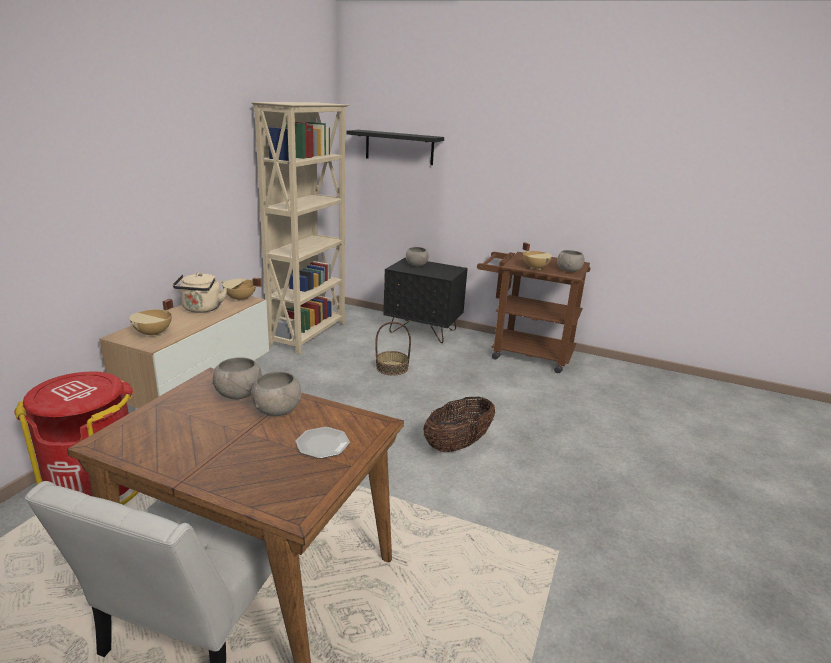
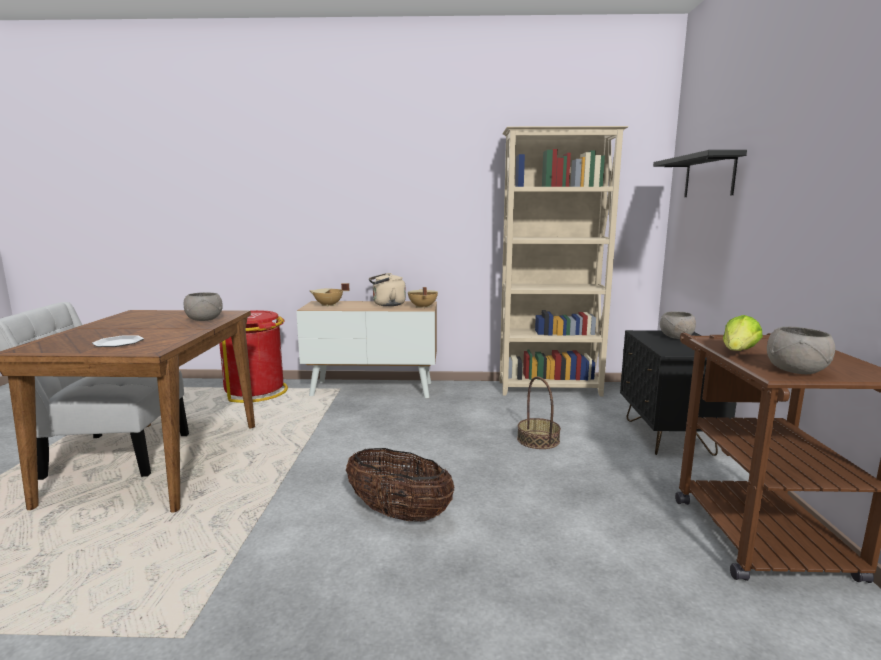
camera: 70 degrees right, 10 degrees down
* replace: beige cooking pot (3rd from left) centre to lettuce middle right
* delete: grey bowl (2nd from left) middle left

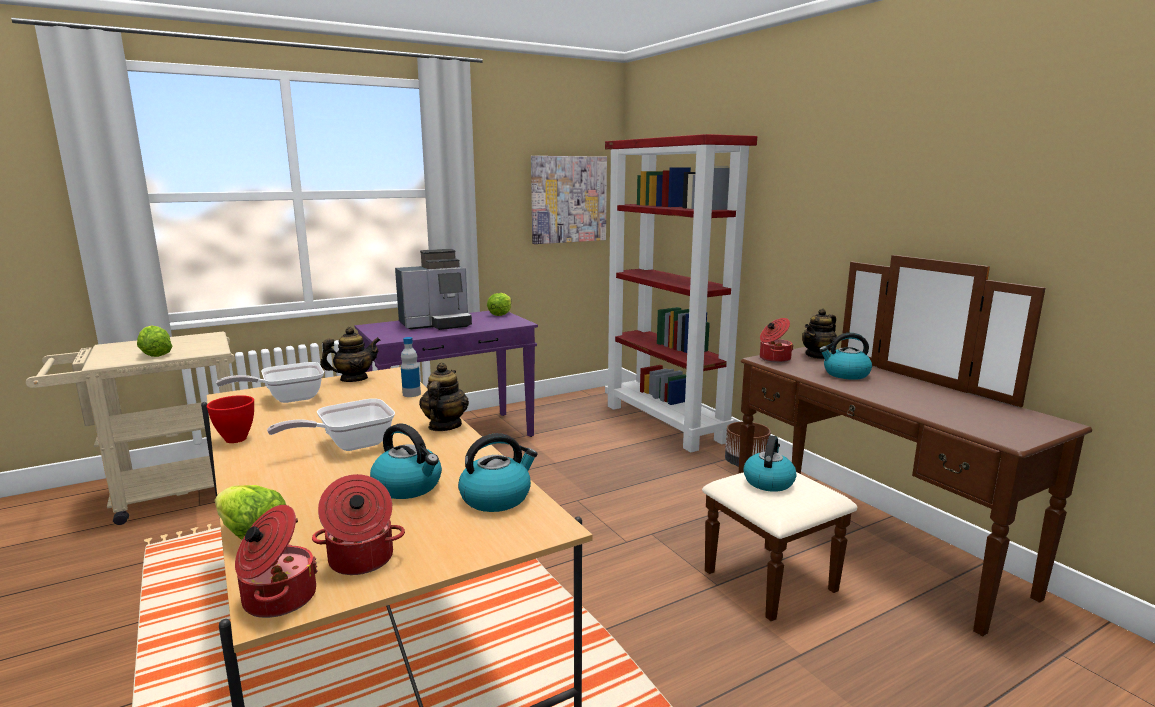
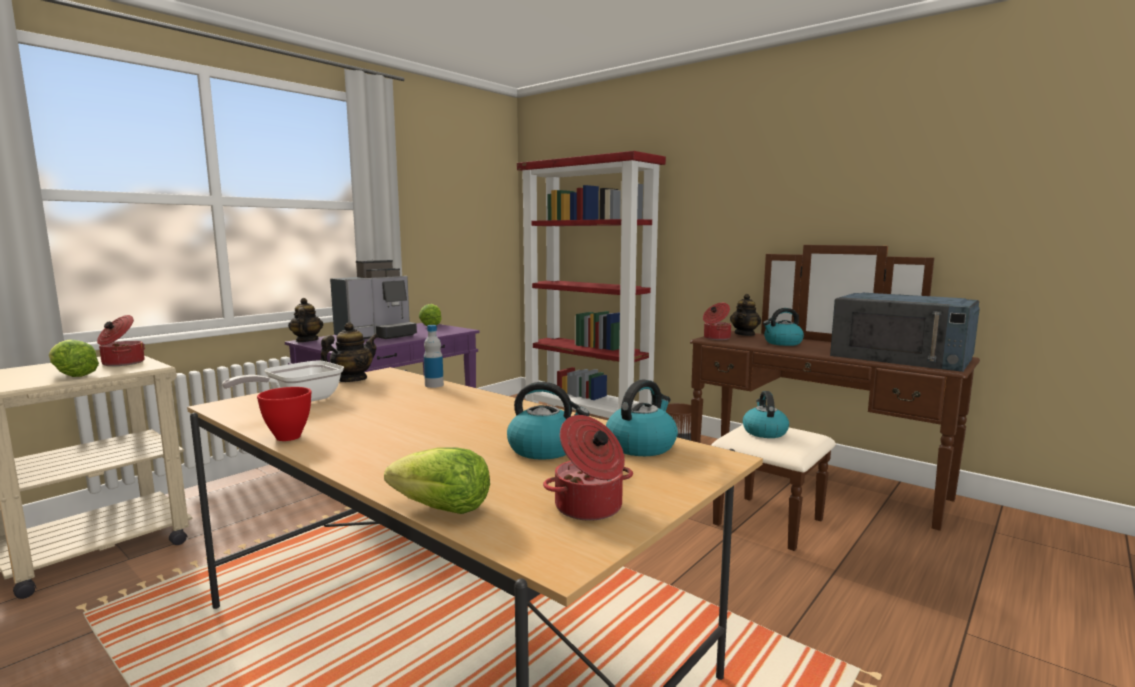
camera: 20 degrees left, 5 degrees down
* move: cooking pot (1st from left) bottom left to middle left
* move: teapot (2nd from left in the first image) centre to teapot (1st from left) middle left
* insert: blue microwave middle right
* delete: frying pan (2nd from left) middle left
* delete: picture top centre

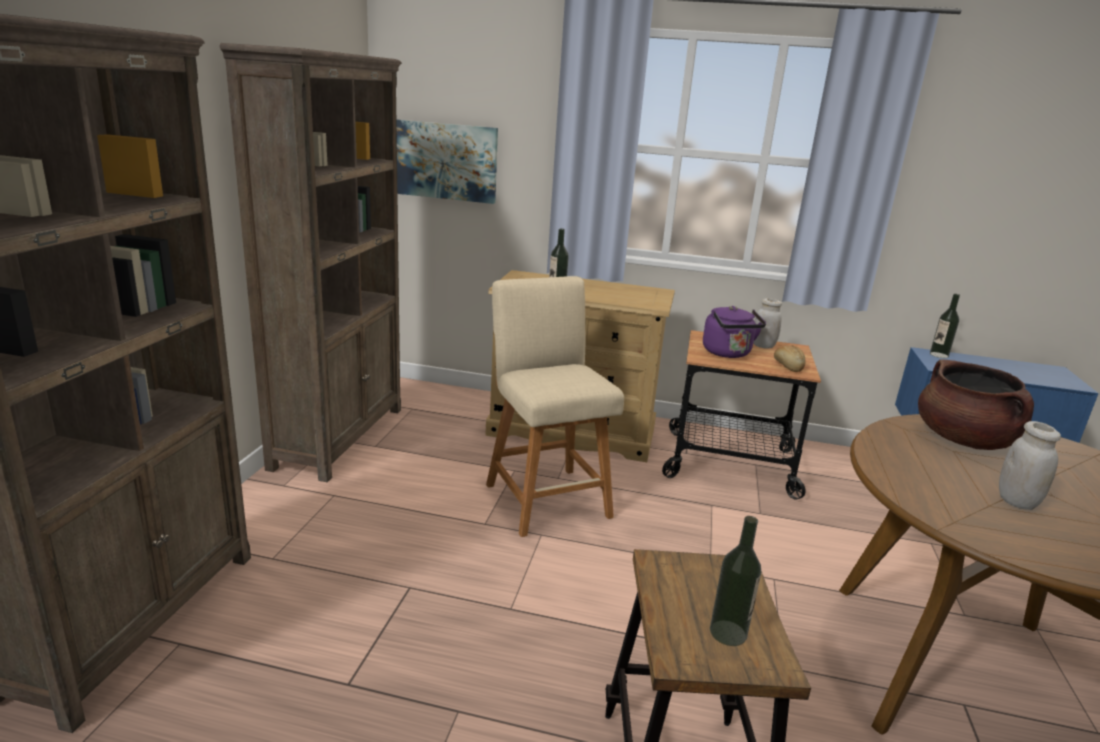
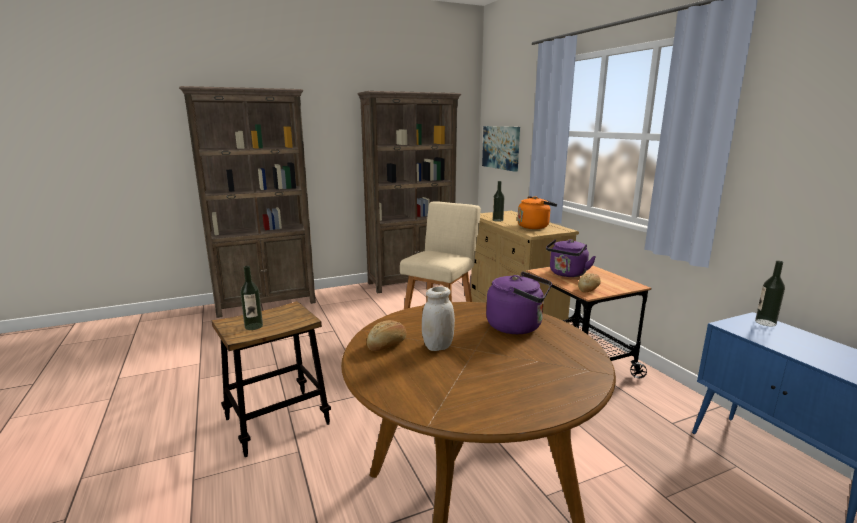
camera: 55 degrees right, 5 degrees down
* insert: bread (1st from left) centre
* replace: brown cooking pot middle right to purple kettle (1st from left) centre
* insert: orange kettle centre
* delete: white jar (1st from left) middle right

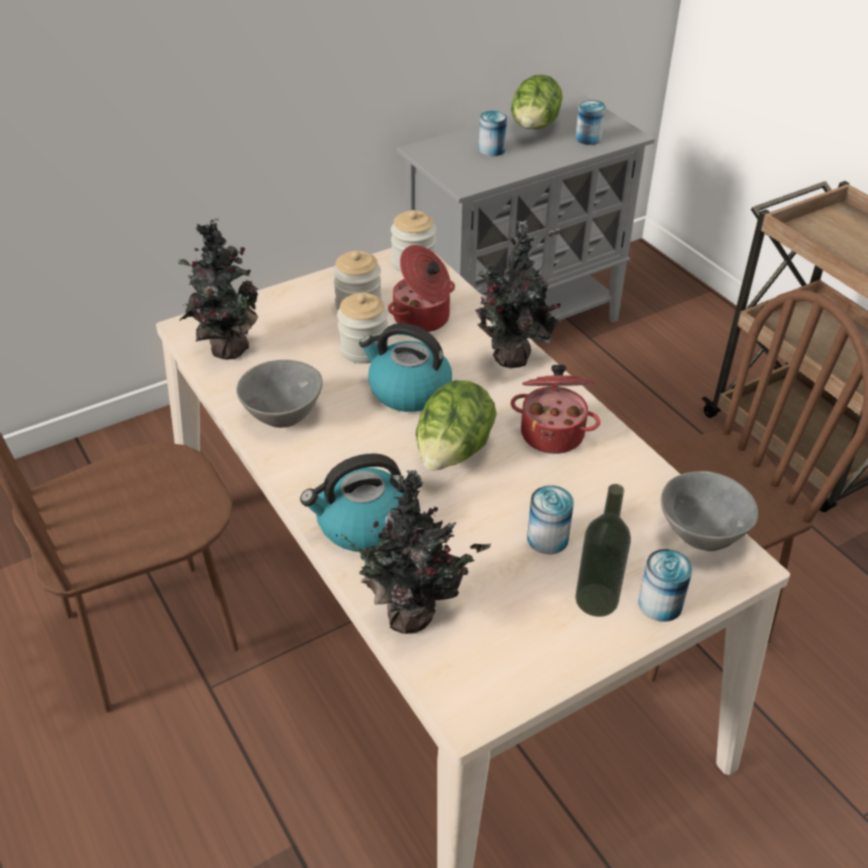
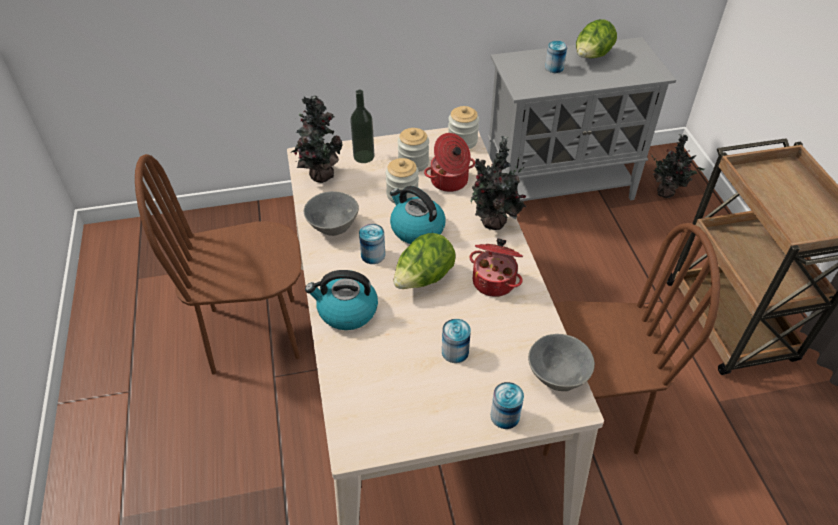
camera: 20 degrees right, 5 degrees up
* move: bottle middle right to top centre
* move: can (3rd from left in the first image) top right to can (1st from left) centre
* move: potted plant (2nd from left in the first image) centre to potted plant (3rd from left) top right

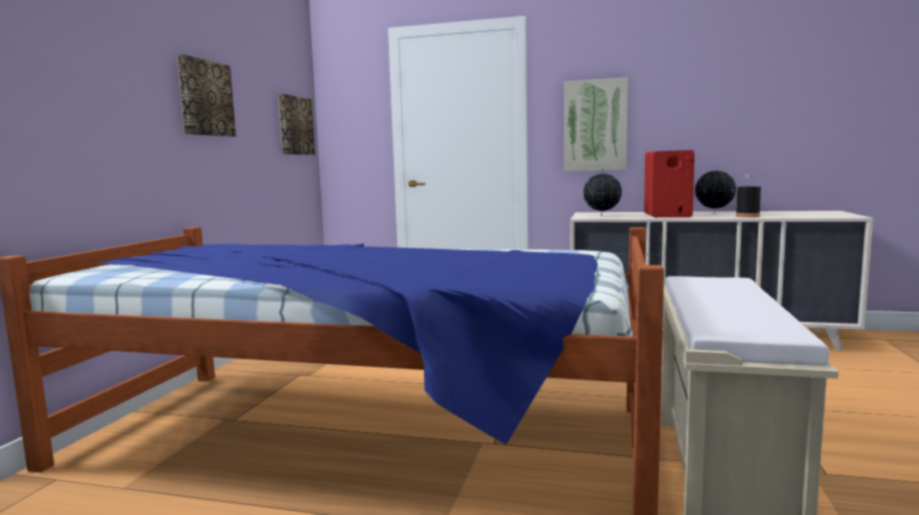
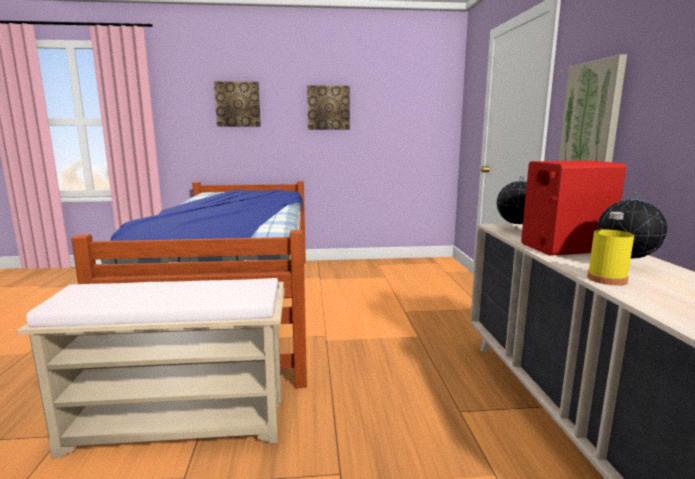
camera: 70 degrees right, 5 degrees up
* move: picture (2nd from left in the first image) top left to picture (1st from left) top centre
* recolor: black bottle middle right to yellow bottle middle right

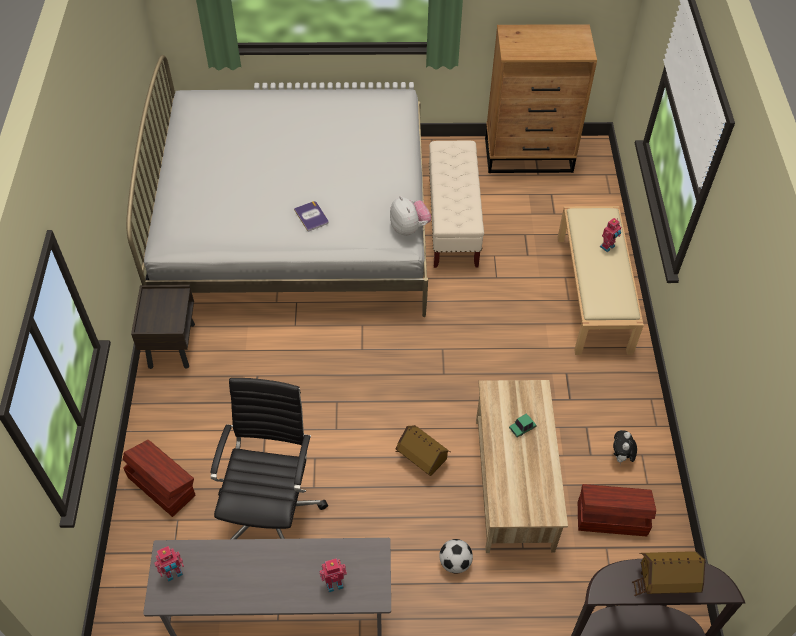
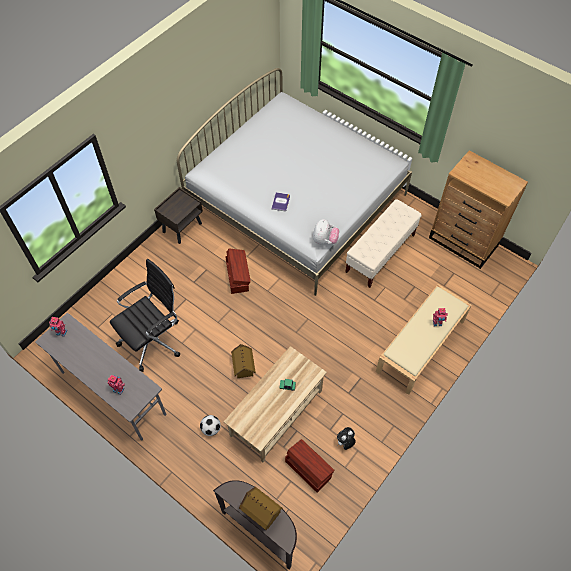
camera: 40 degrees right, 5 degrees up
* move: brown storage box (1st from left) bottom left to centre

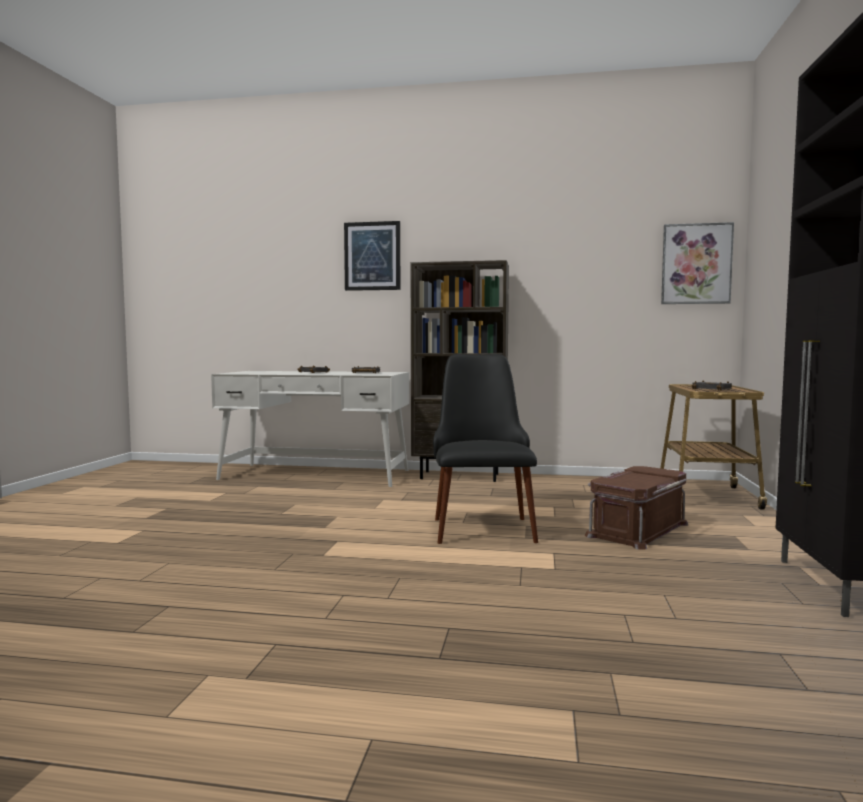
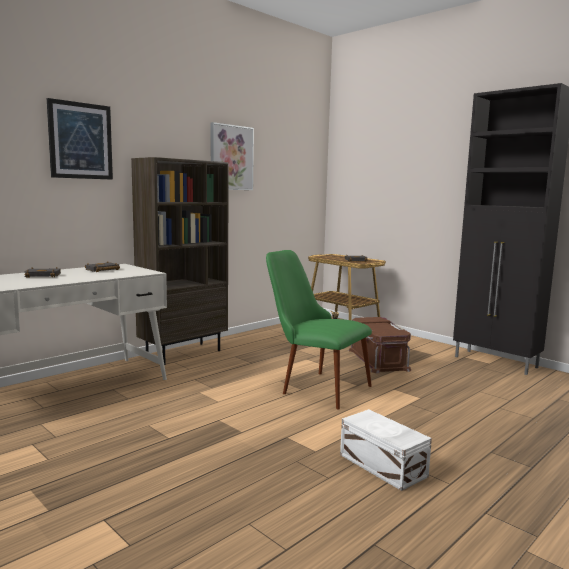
camera: 55 degrees left, 5 degrees up
* move: picture (2nd from left) top right to top centre
* recolor: black chair centre to green chair centre
* insert: white storage box bottom right

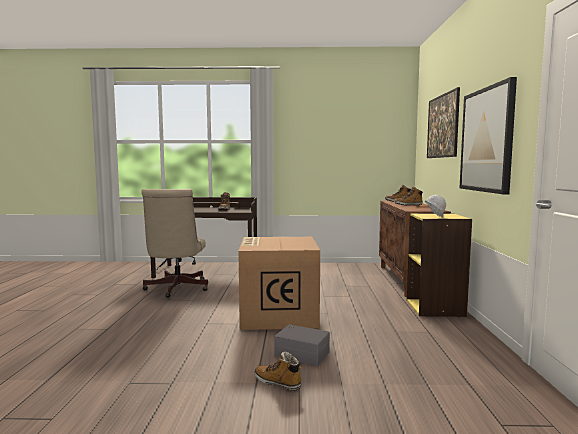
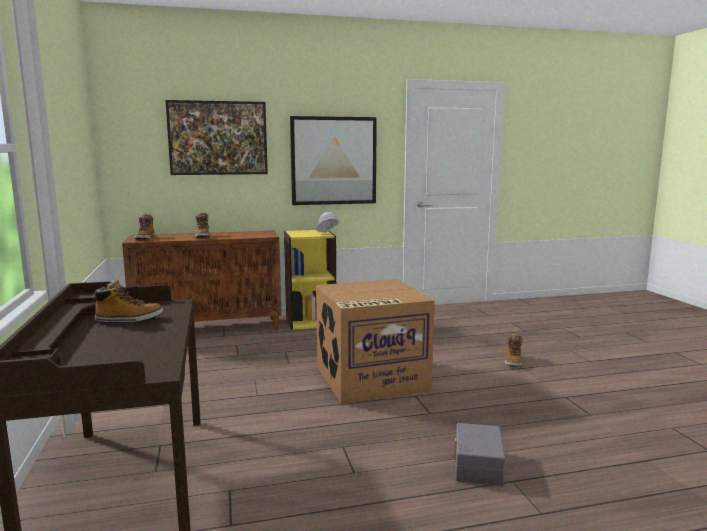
camera: 105 degrees left, 5 degrees up
* move: grey storage box bottom centre to bottom right
* delete: beige office chair middle left

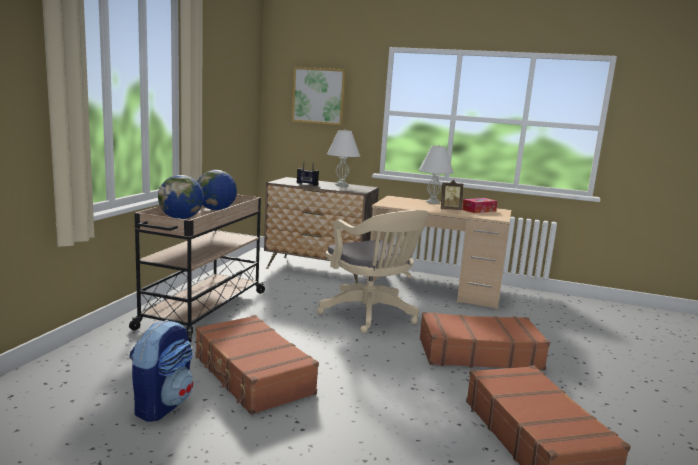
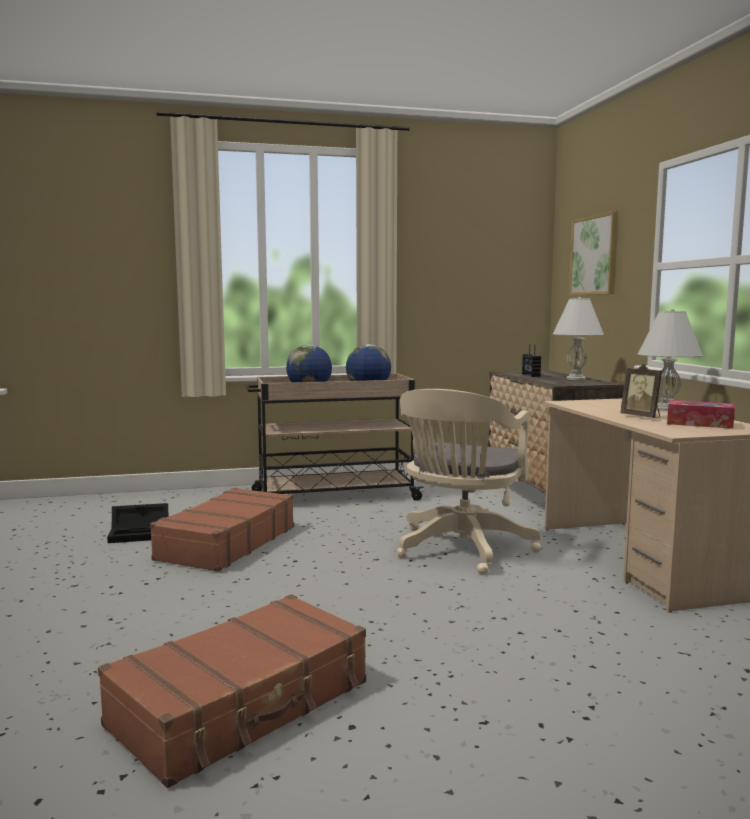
camera: 60 degrees right, 5 degrees down
* replace: backpack bottom left to black storage box middle left
* delete: brown suitcase (2nd from left) bottom right

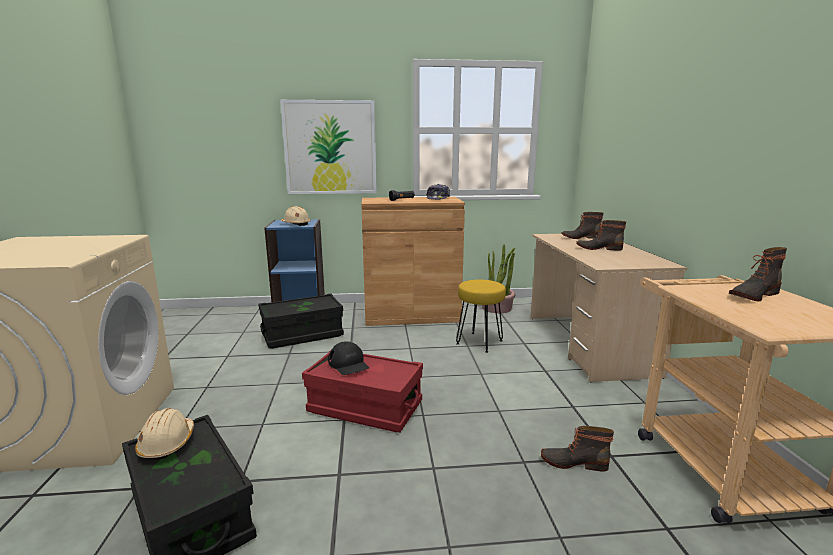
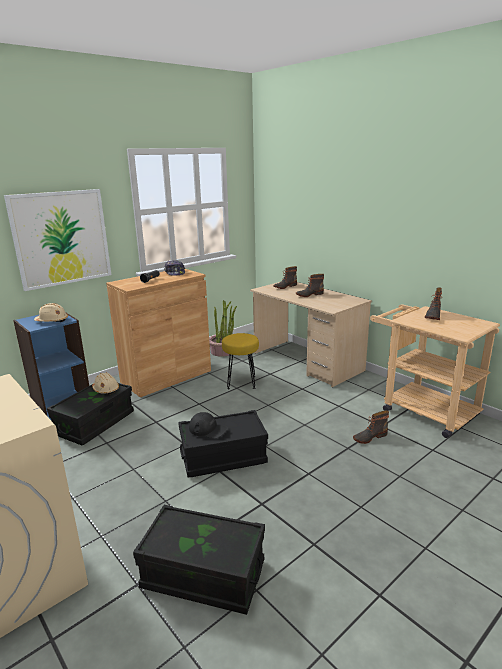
camera: 35 degrees left, 5 degrees up
* move: beige hard hat (1st from left in the first image) bottom left to beige hard hat (2nd from left) middle left
* recolor: red storage box bottom centre to black storage box (3rd from left) centre

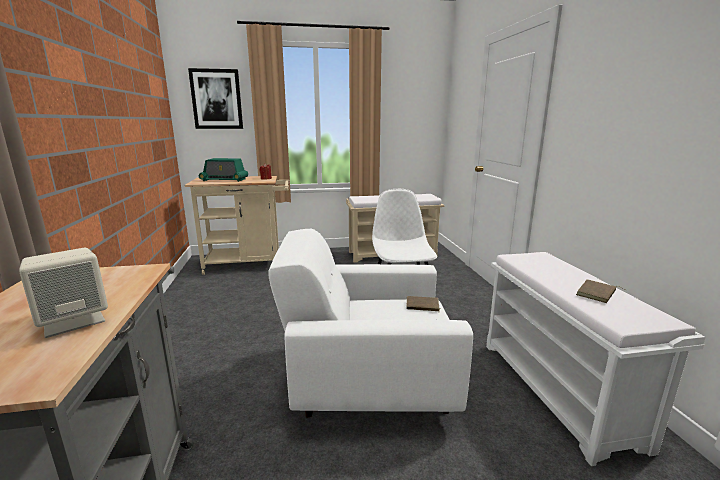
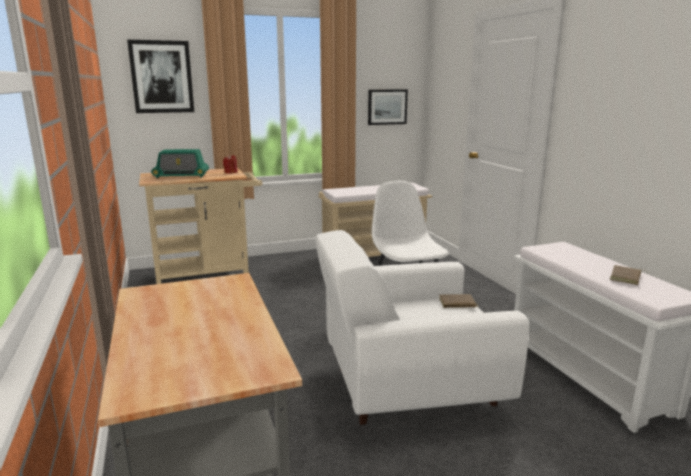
camera: 10 degrees left, 0 degrees up
* insert: picture (2nd from left) top centre
* delete: beige speaker middle left

